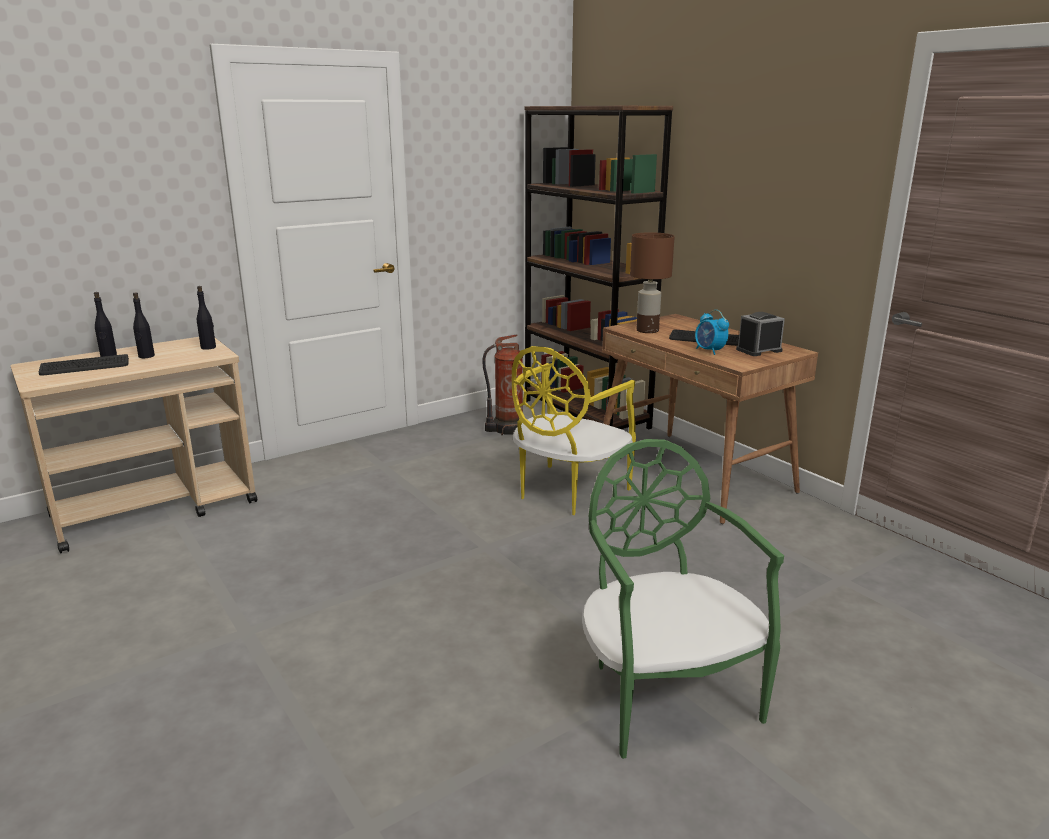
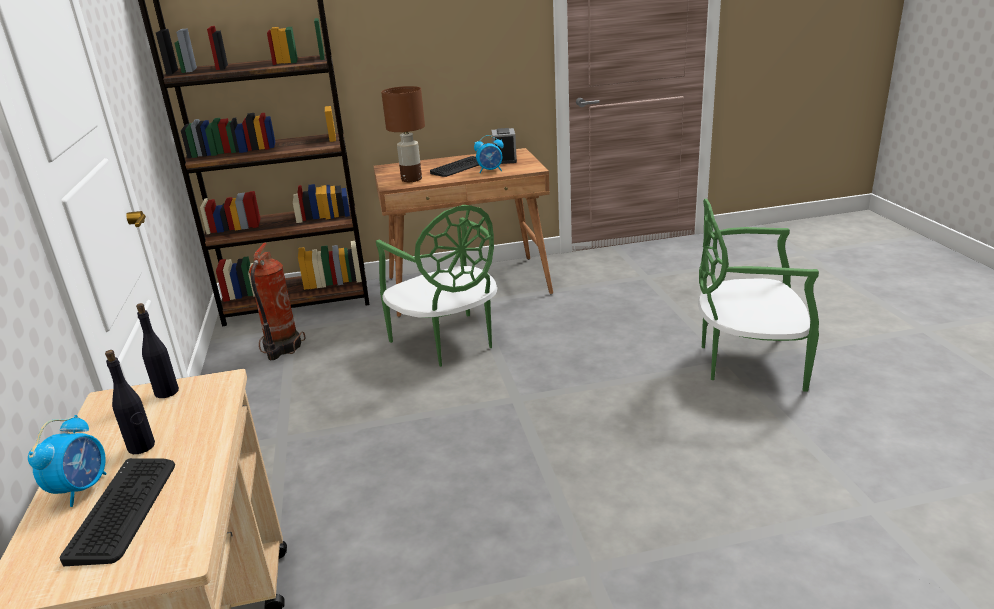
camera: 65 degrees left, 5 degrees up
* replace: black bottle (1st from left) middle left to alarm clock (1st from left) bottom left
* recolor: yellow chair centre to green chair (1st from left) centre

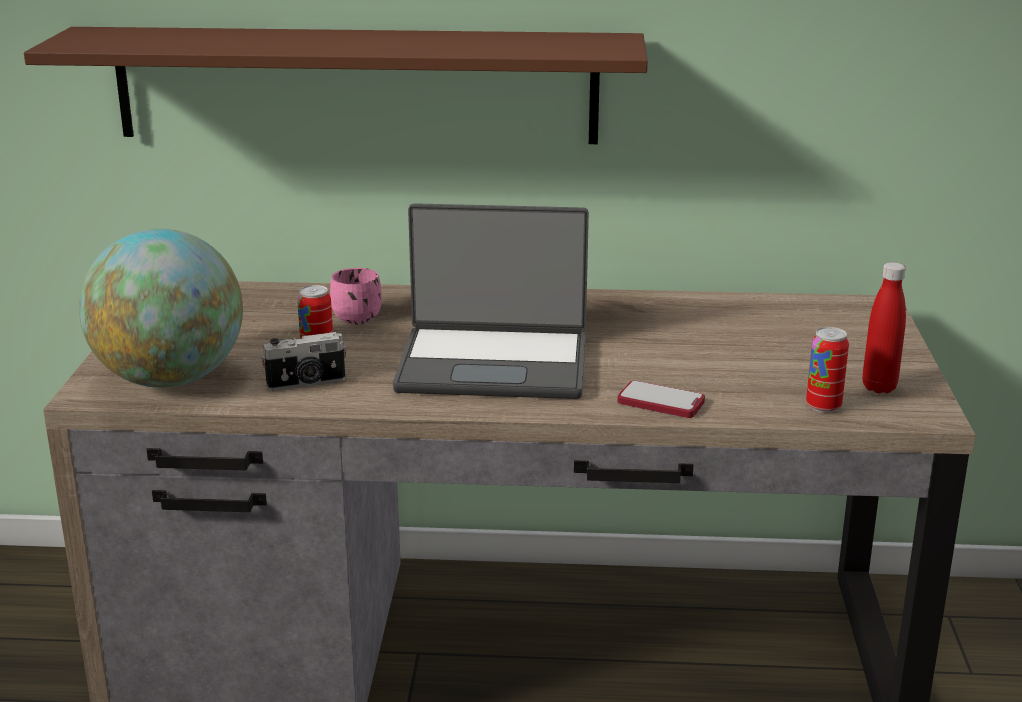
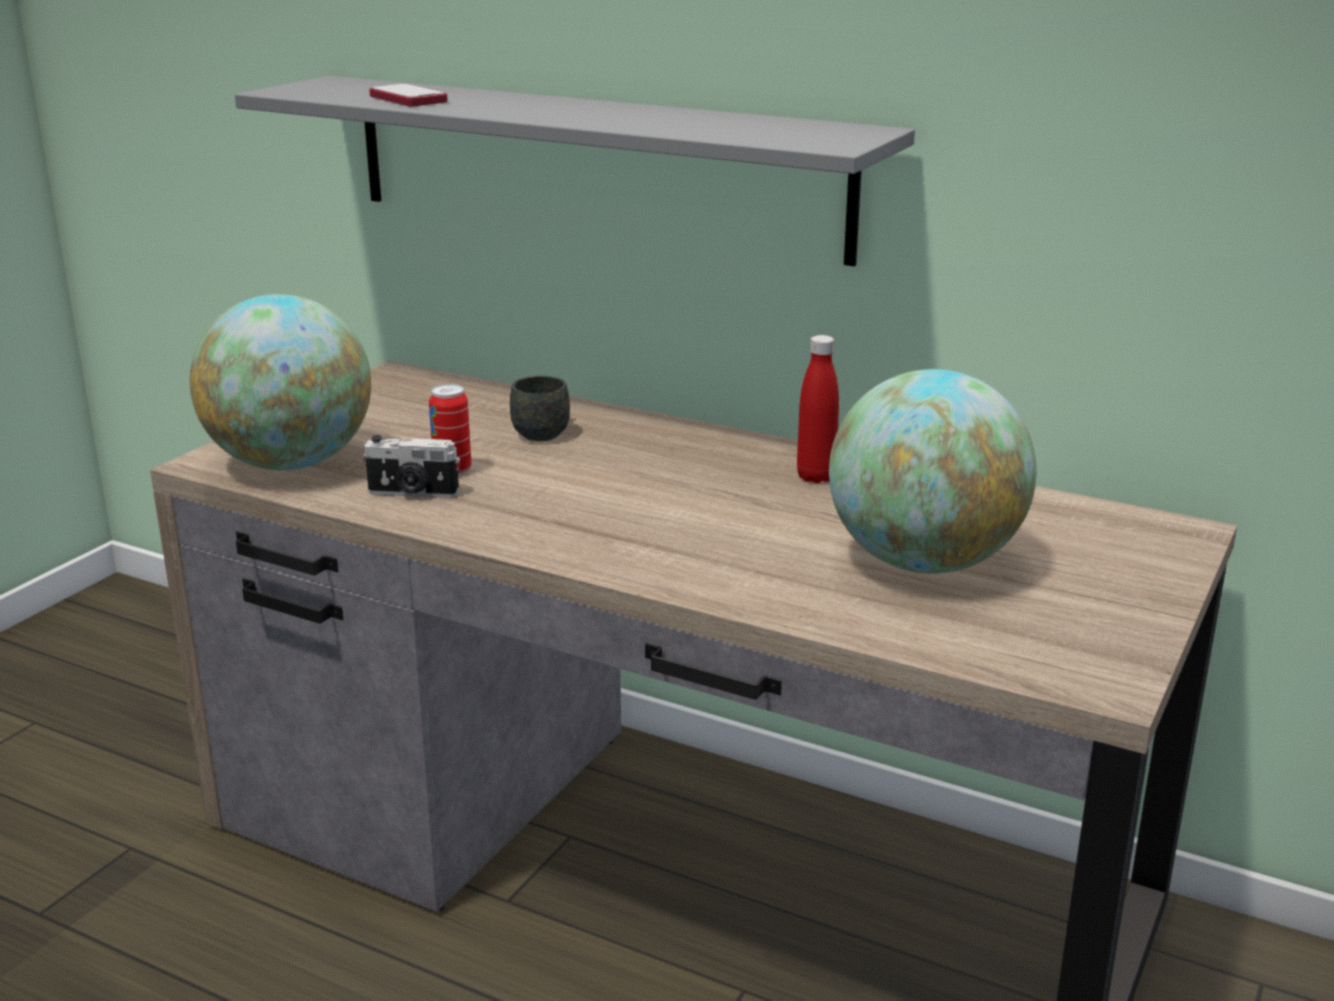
camera: 25 degrees right, 0 degrees up
* recolor: brown shelf top left to grey shelf top centre
* move: phone centre to top left
* recolor: pink mug centre to grey mug centre
* move: red bottle middle right to centre
* insert: globe (2nd from left) middle right
* delete: laptop centre
* delete: can (2nd from left) middle right

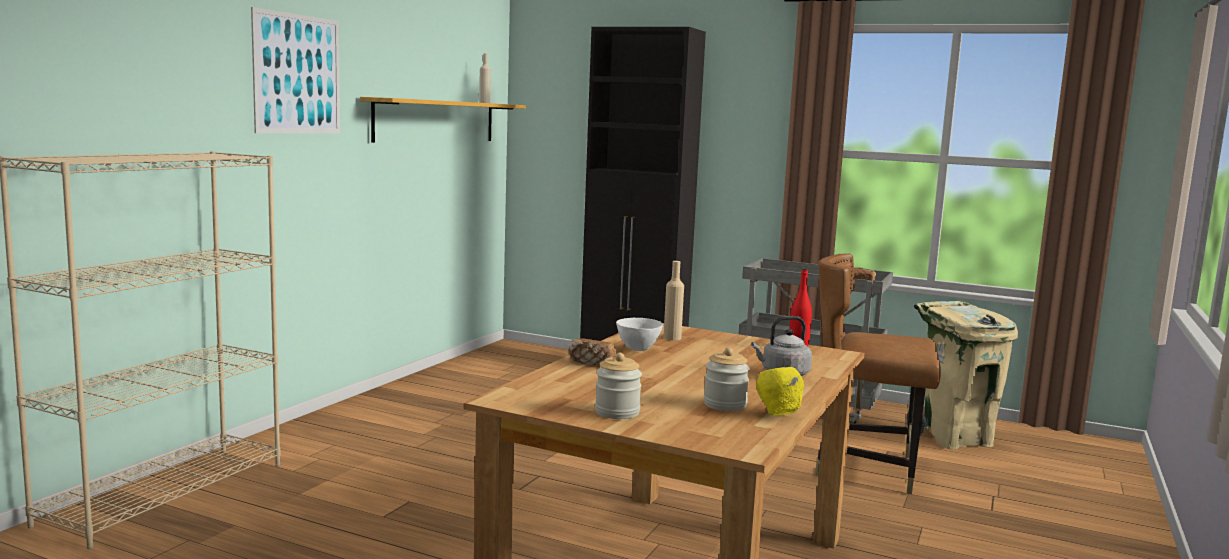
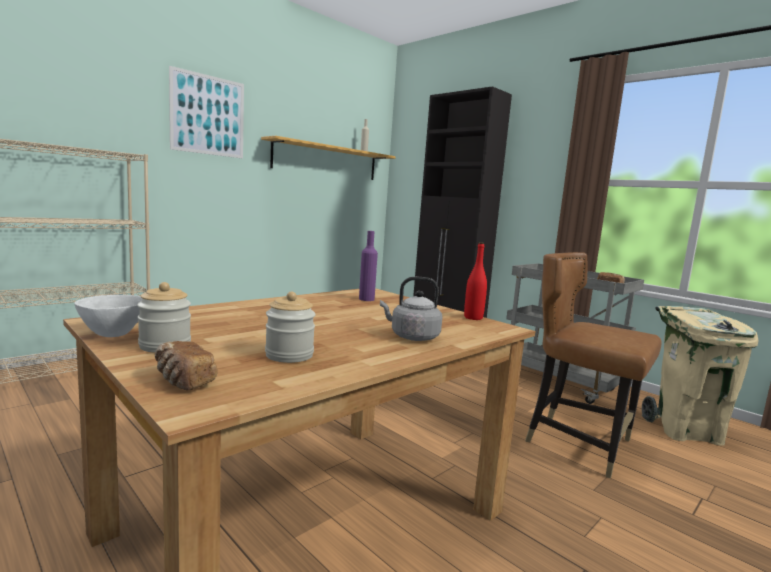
camera: 20 degrees right, 0 degrees up
* move: white bowl centre to middle left
* move: bread (1st from left) centre to middle left
* recolor: beige bottle (2nd from left) centre to purple bottle centre
* delete: yellow bowl bottom centre

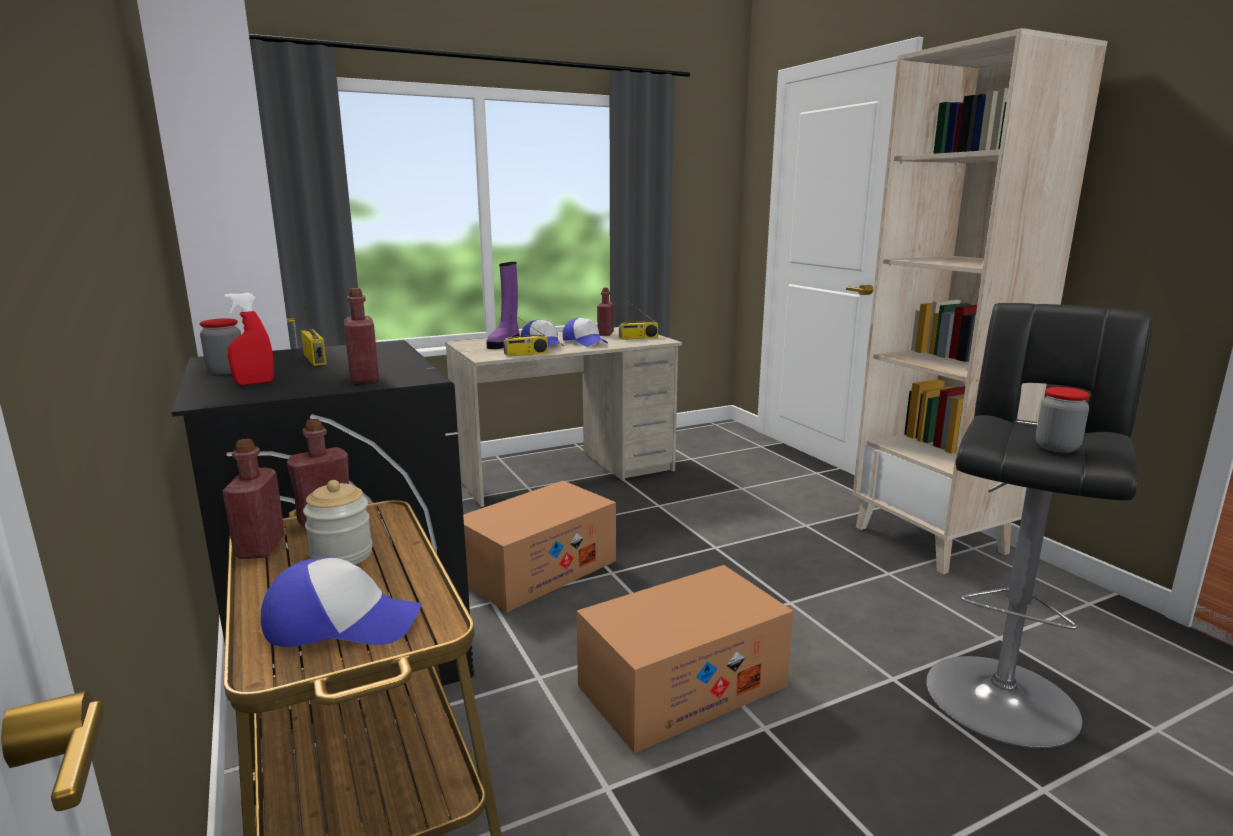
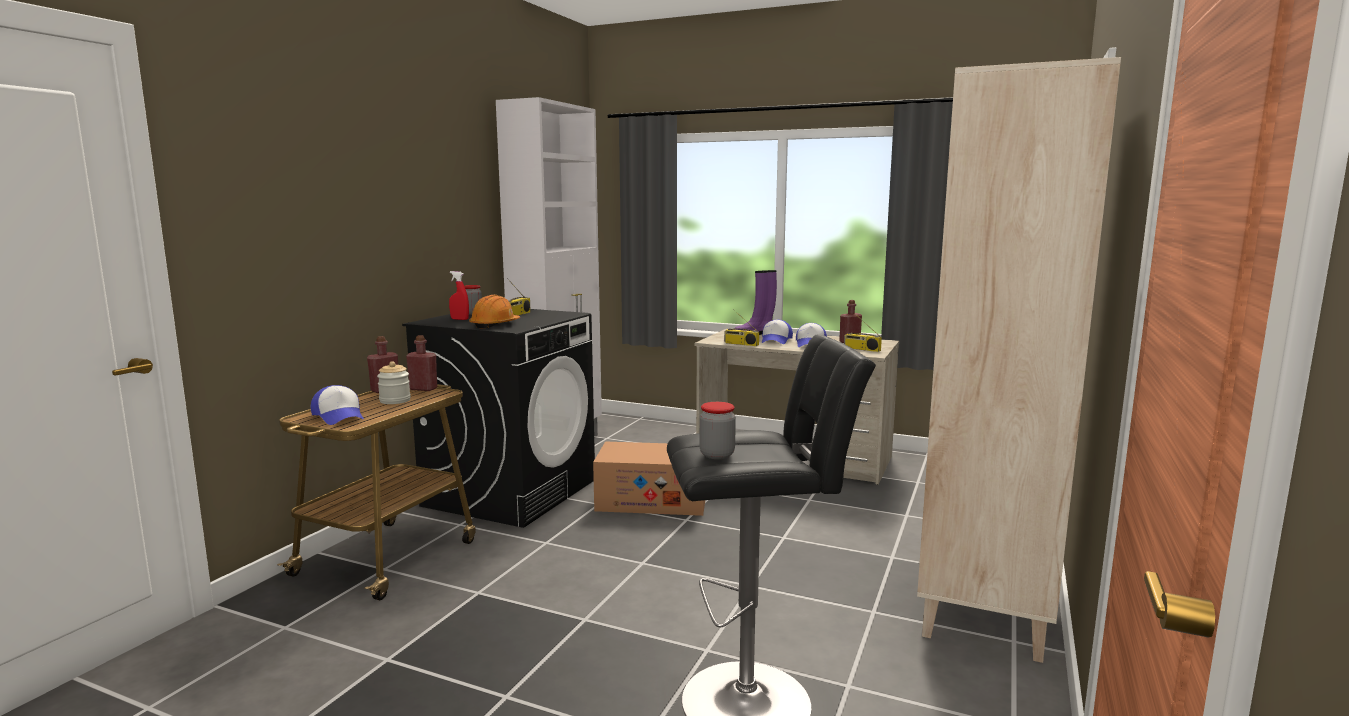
camera: 50 degrees right, 5 degrees down
* replace: red bottle (3rd from left) middle left to orange hard hat centre
* delete: cardboard box (2nd from left) bottom centre

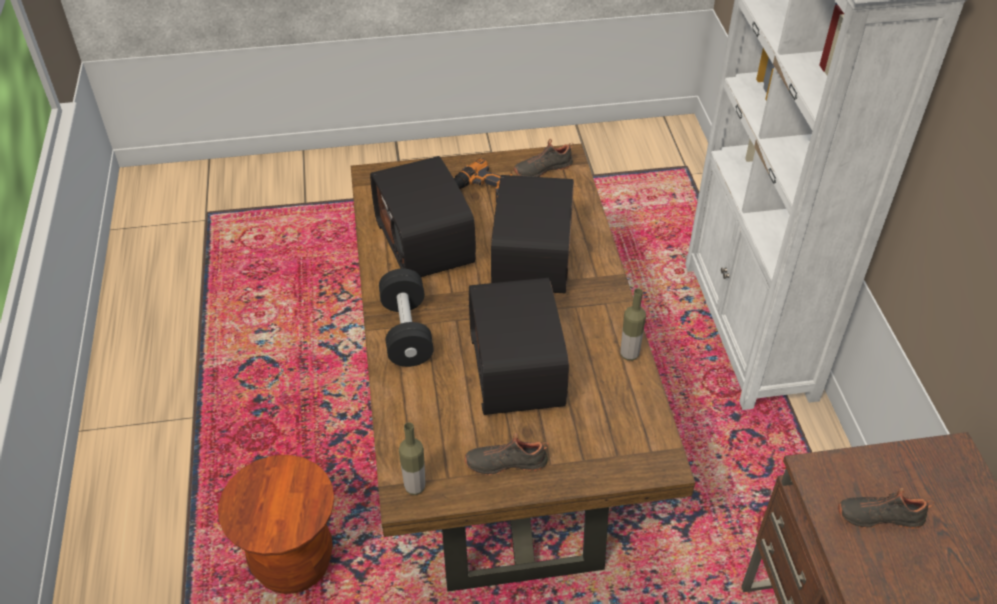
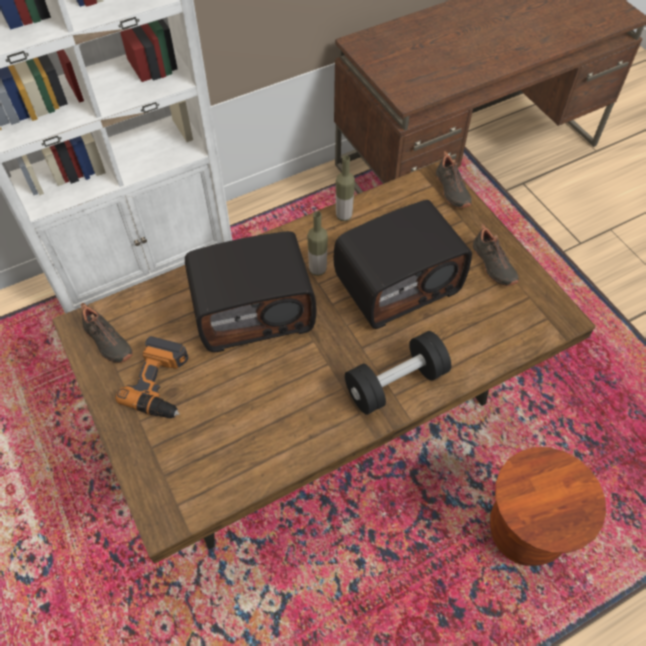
camera: 110 degrees left, 10 degrees up
* move: bottle (1st from left) bottom centre to centre
* move: black shoe (3rd from left in the first image) bottom right to black shoe (2nd from left) top right
* delete: radio (1st from left) centre

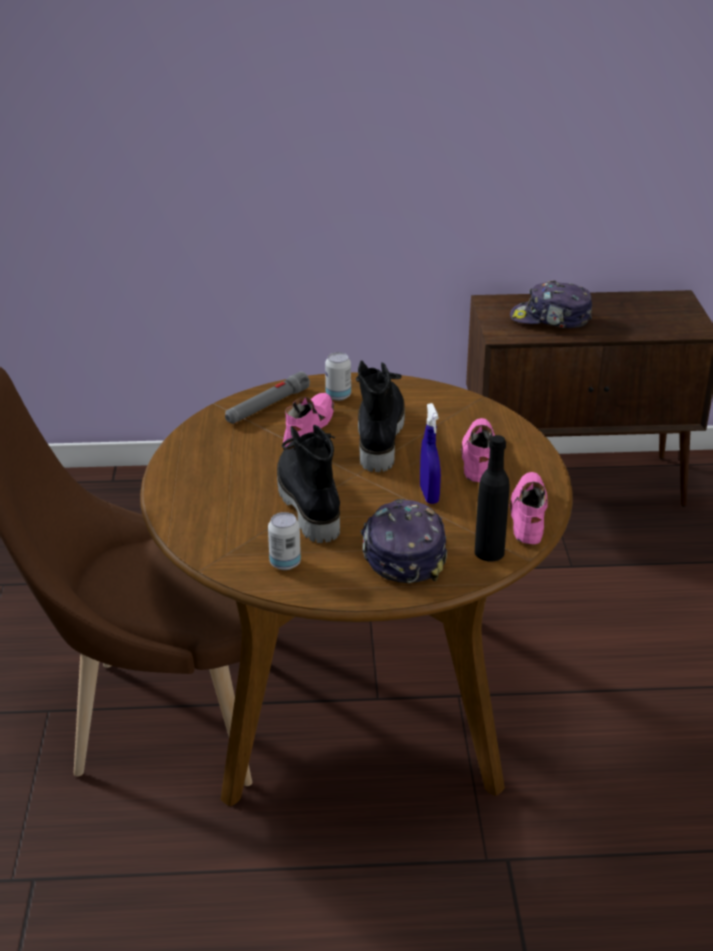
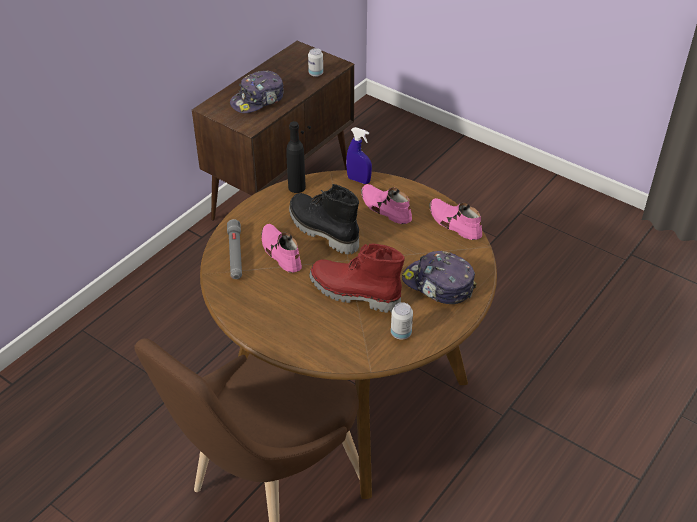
camera: 50 degrees left, 10 degrees up
* move: black bottle middle right to top centre
* move: can (2nd from left in the first image) centre to can (1st from left) top centre
* recolor: black boot (1st from left) centre to red boot centre
* move: blue spray bottle centre to top centre

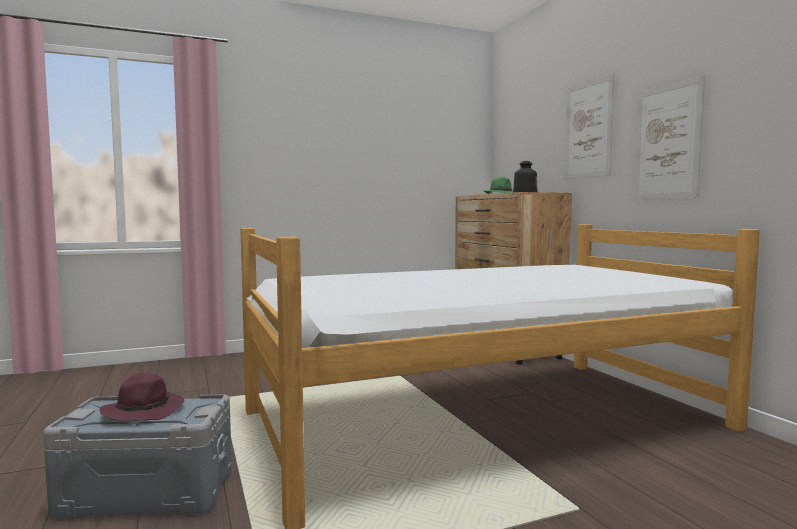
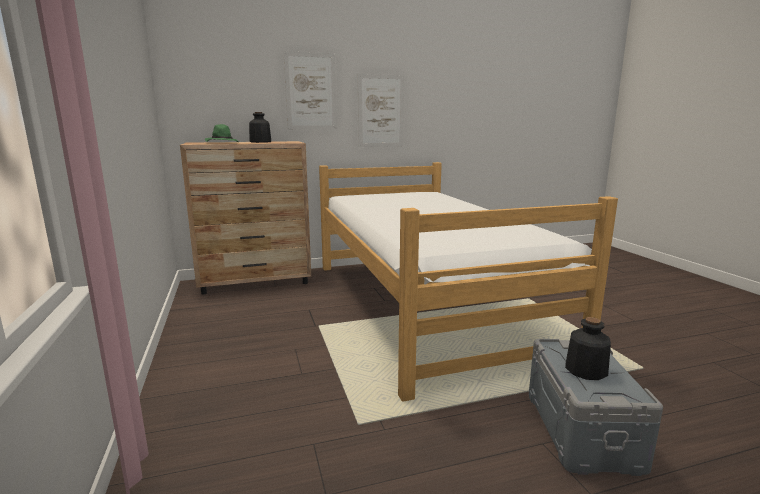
camera: 85 degrees left, 10 degrees up
* replace: purple hat bottom left to bottle (2nd from left) bottom right

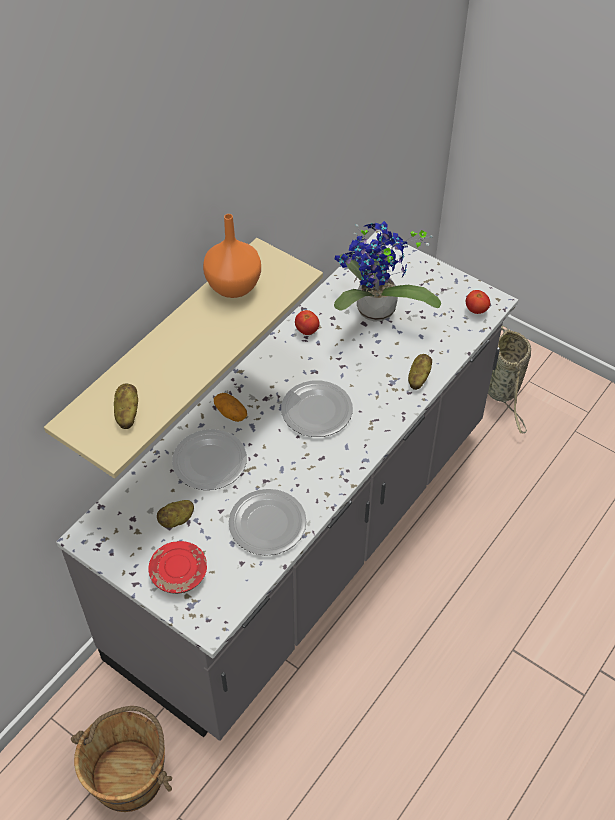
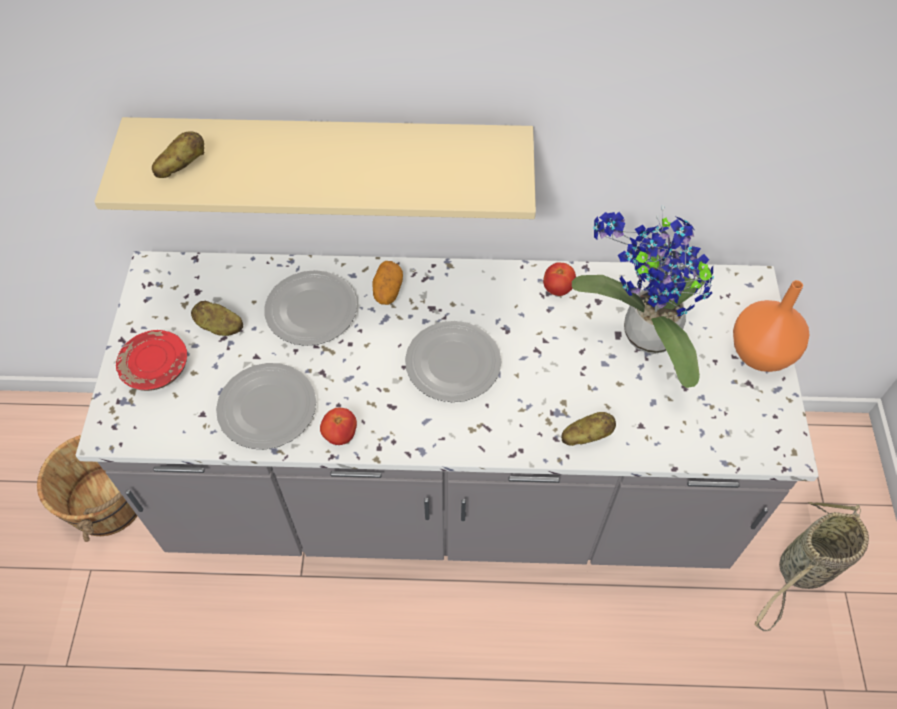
camera: 55 degrees right, 5 degrees up
* move: tomato (2nd from left in the first image) middle right to tomato (1st from left) centre
* move: orange vase top centre to middle right

